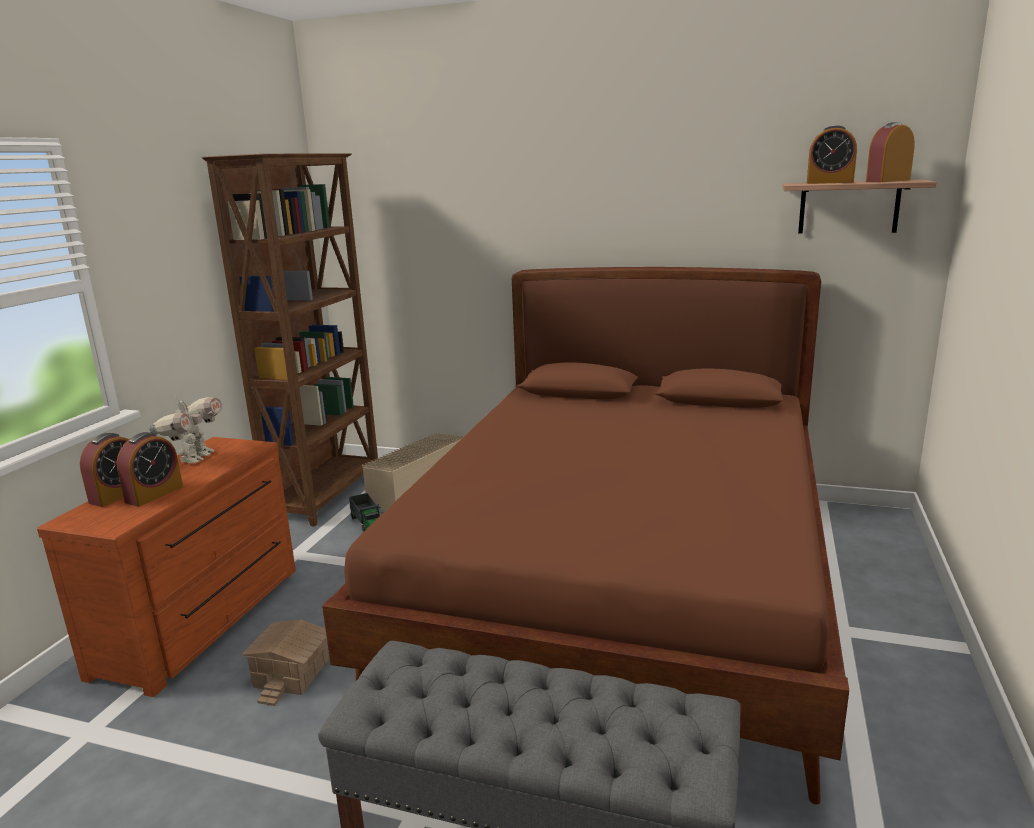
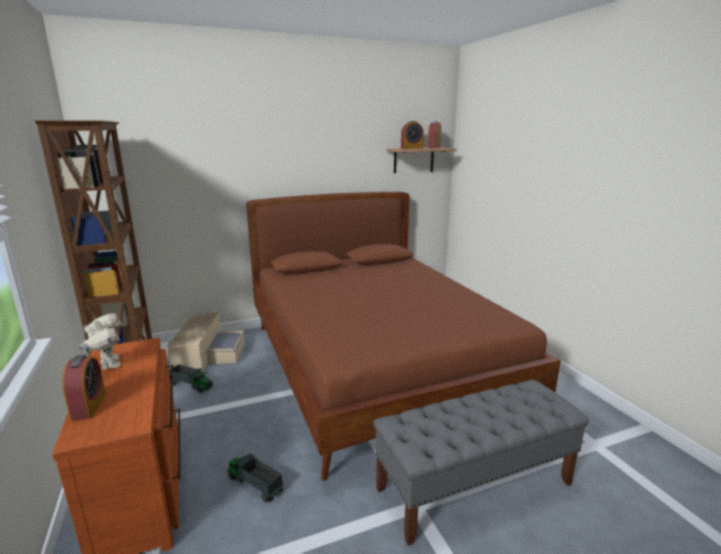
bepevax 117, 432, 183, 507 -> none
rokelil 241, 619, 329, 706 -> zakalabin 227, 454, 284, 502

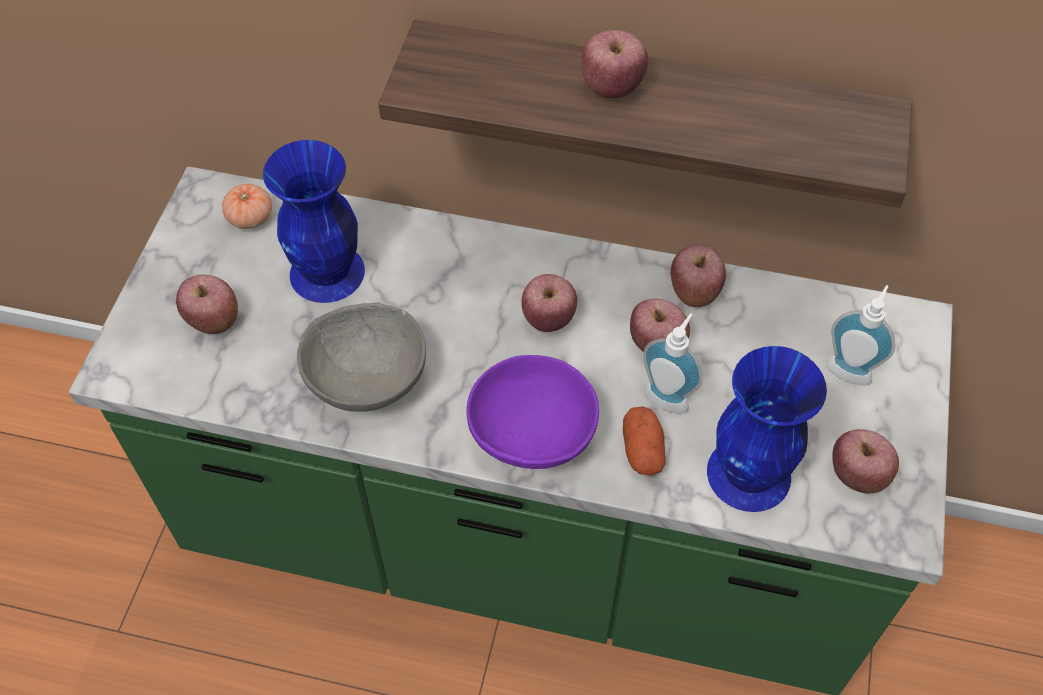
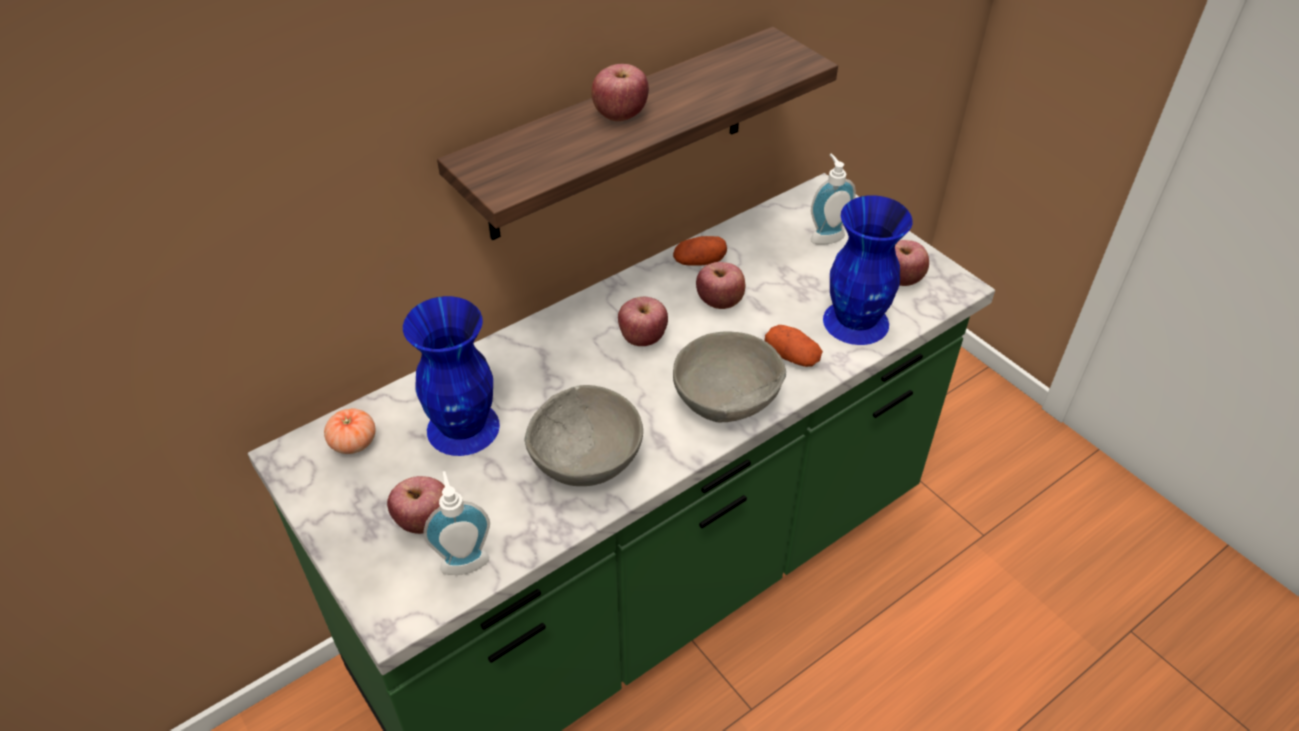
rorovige 643, 313, 702, 414 -> rorovige 423, 471, 490, 575, relocated
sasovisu 671, 244, 726, 307 -> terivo 673, 236, 727, 266
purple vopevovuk 466, 355, 599, 469 -> grey vopevovuk 673, 331, 786, 422

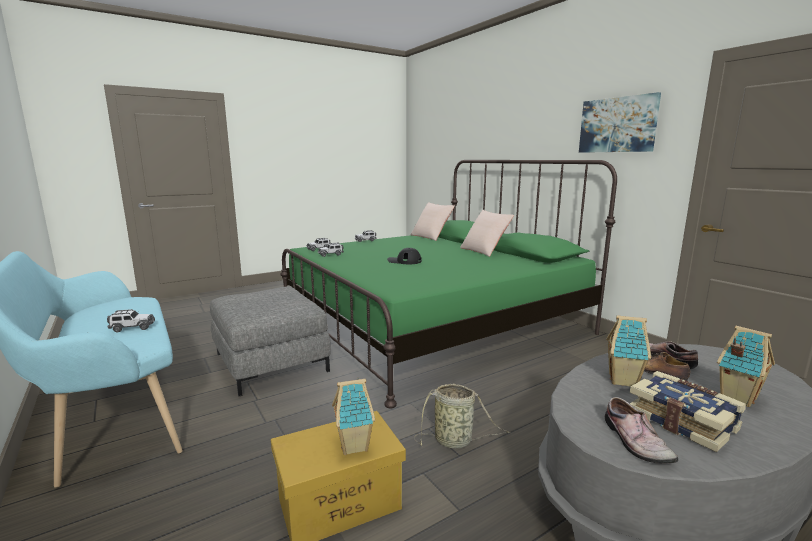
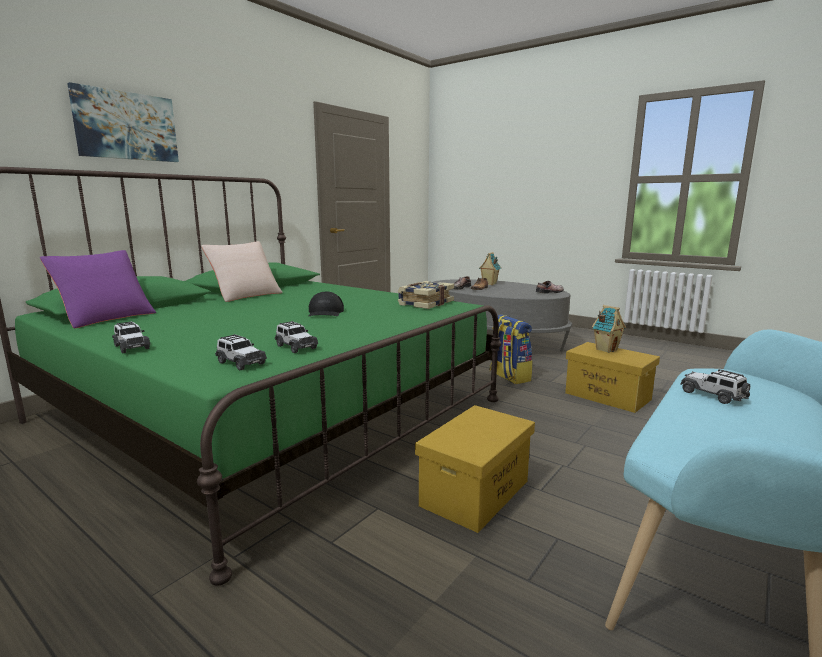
rokelil 606, 315, 651, 387 -> none
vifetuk 579, 92, 661, 153 -> vifetuk 67, 82, 179, 162, relocated
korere 630, 371, 745, 452 -> korere 398, 281, 454, 309, relocated
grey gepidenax 210, 287, 331, 396 -> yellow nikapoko 415, 405, 535, 533
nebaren 414, 384, 510, 449 -> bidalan 489, 314, 533, 384
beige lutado 411, 202, 455, 241 -> purple lutado 40, 250, 156, 328

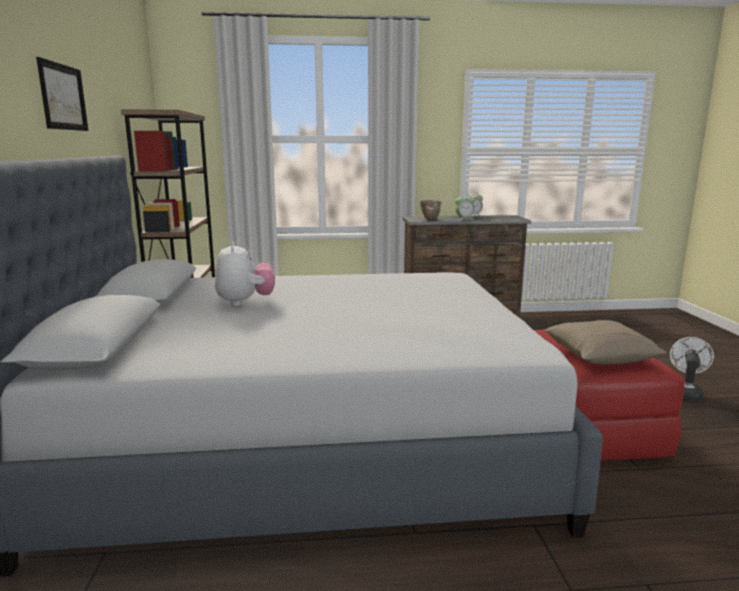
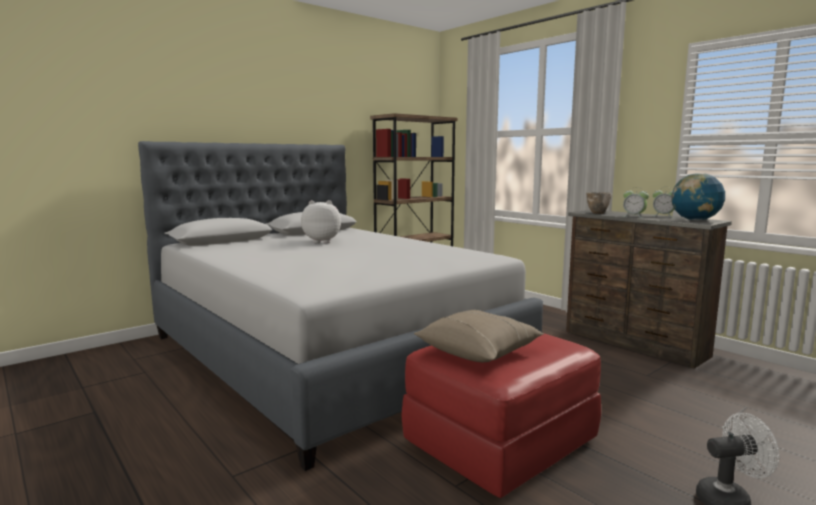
vifetuk 36, 57, 88, 131 -> none
none -> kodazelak 671, 173, 725, 221
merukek 215, 242, 275, 306 -> merukek 301, 200, 341, 243, 135 degrees counterclockwise

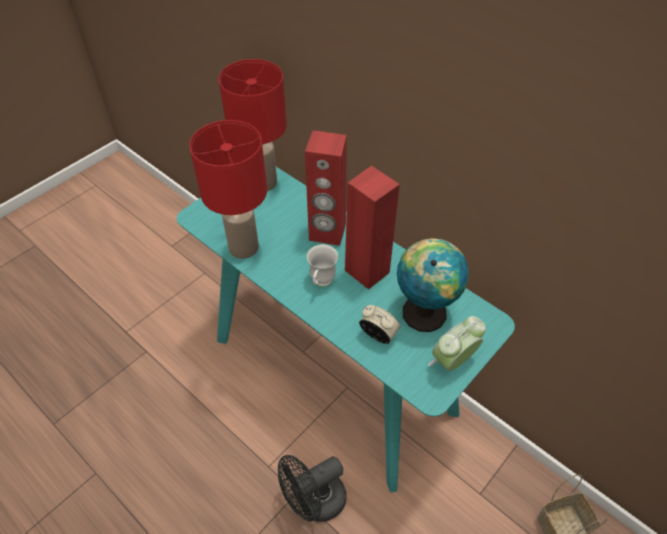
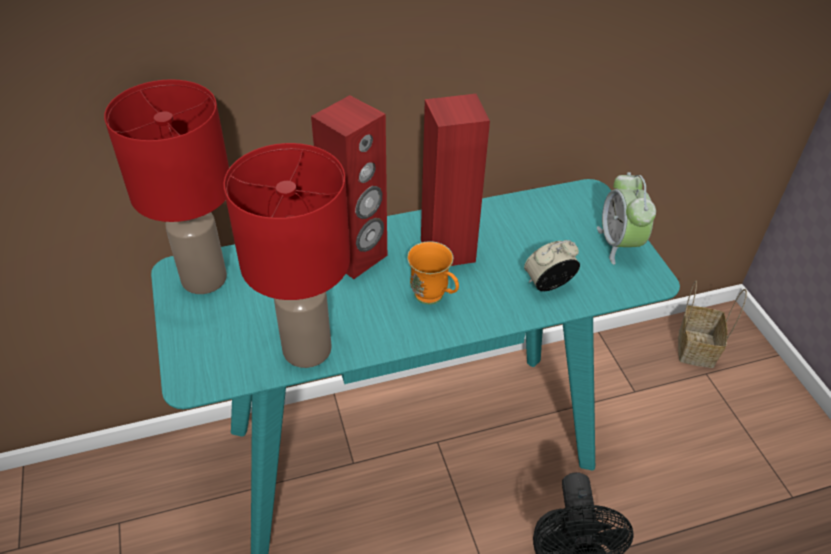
kodazelak 397, 238, 469, 332 -> none
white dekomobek 307, 244, 338, 287 -> orange dekomobek 407, 241, 459, 305

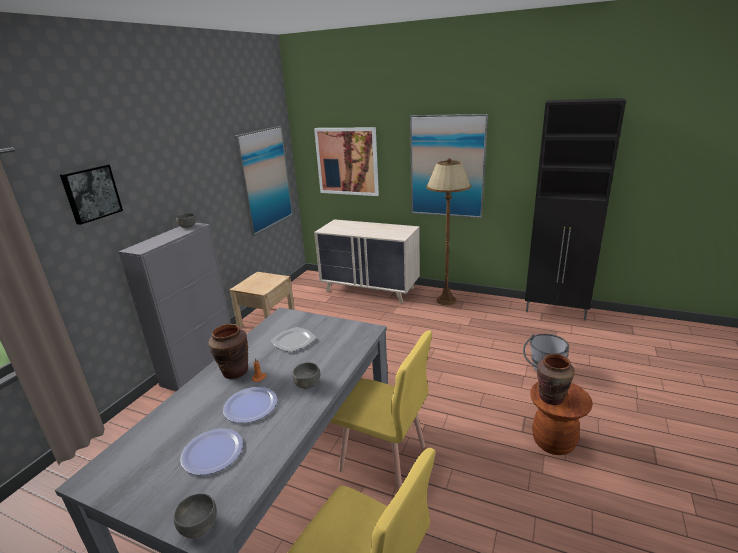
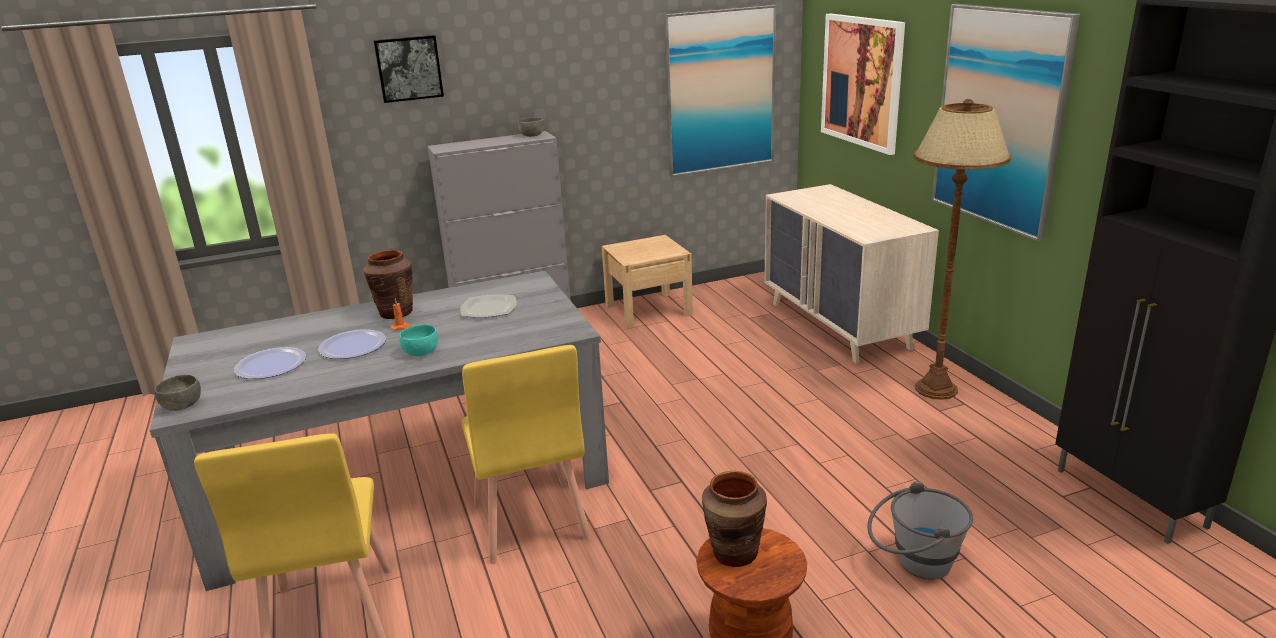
grey vopevovuk 292, 363, 320, 389 -> turquoise vopevovuk 399, 324, 438, 356

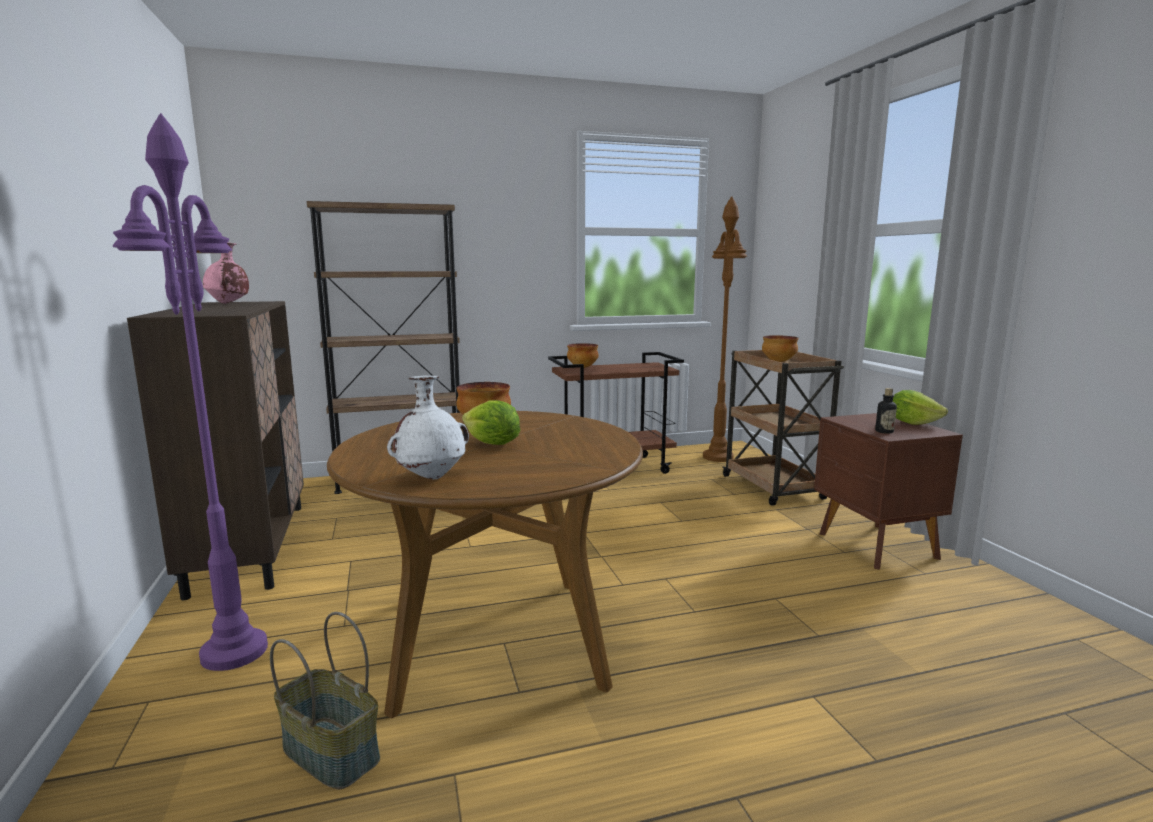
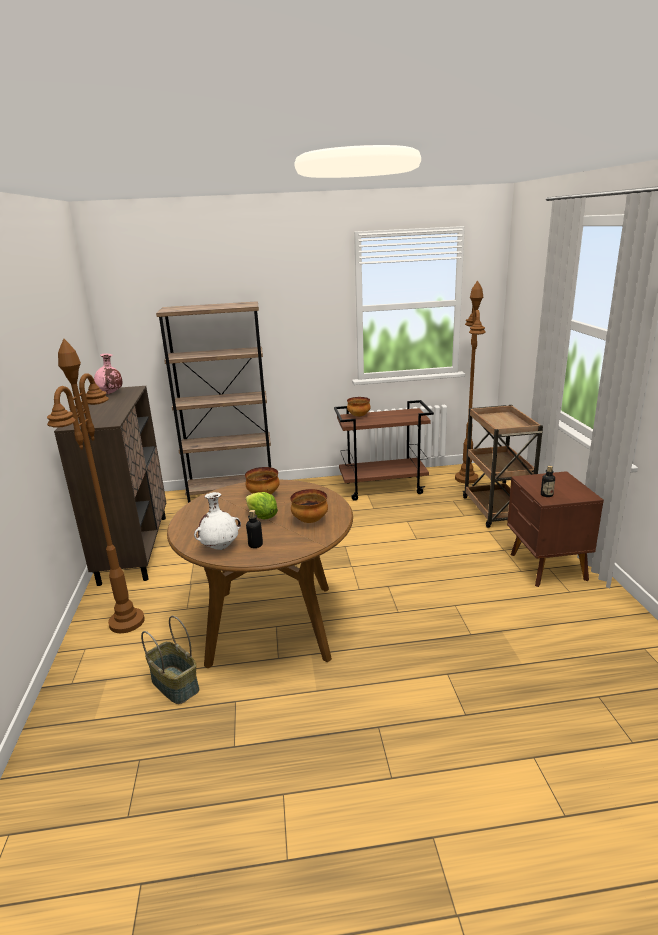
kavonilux 893, 390, 948, 425 -> none
none -> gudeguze 246, 510, 263, 548
vopevovuk 762, 335, 798, 362 -> vopevovuk 290, 489, 328, 523, relocated
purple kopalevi 113, 113, 268, 671 -> brown kopalevi 47, 339, 145, 633

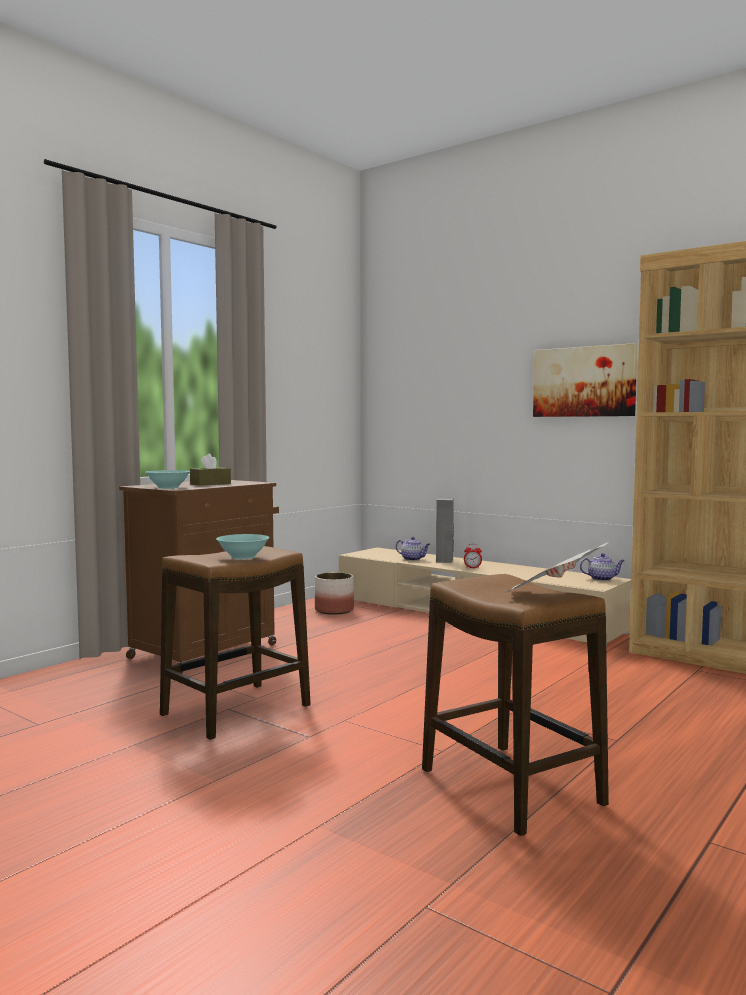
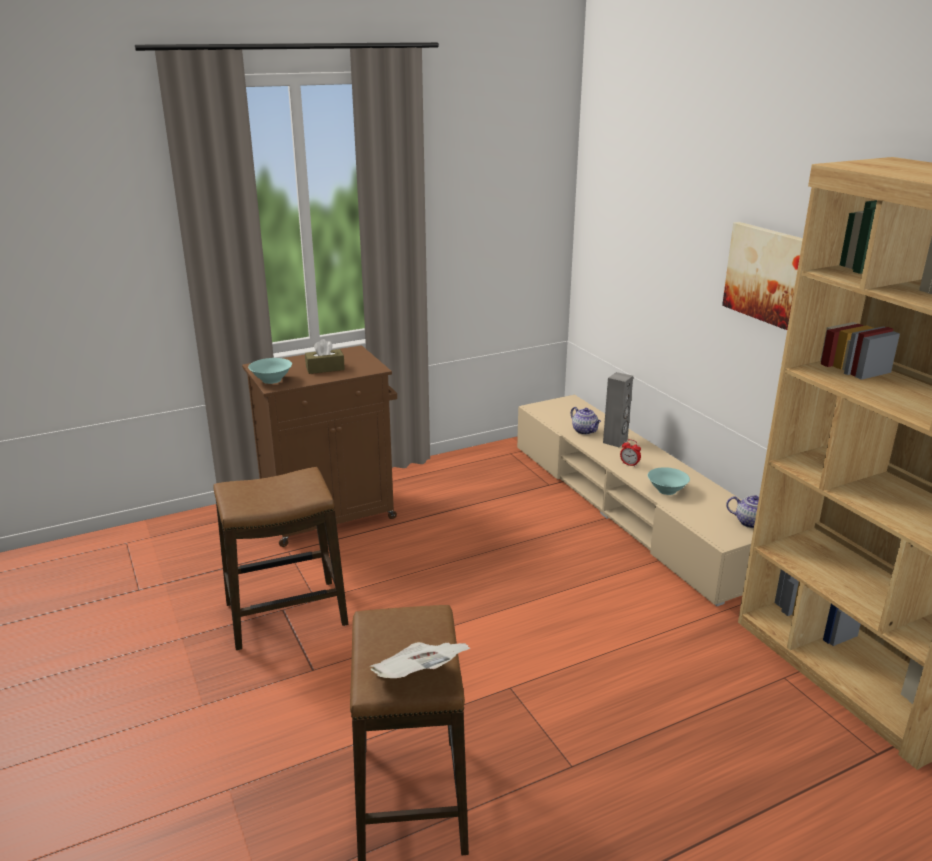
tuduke 315, 572, 354, 615 -> none
turquoise vopevovuk 216, 534, 270, 559 -> turquoise vopevovuk 648, 467, 690, 495, relocated

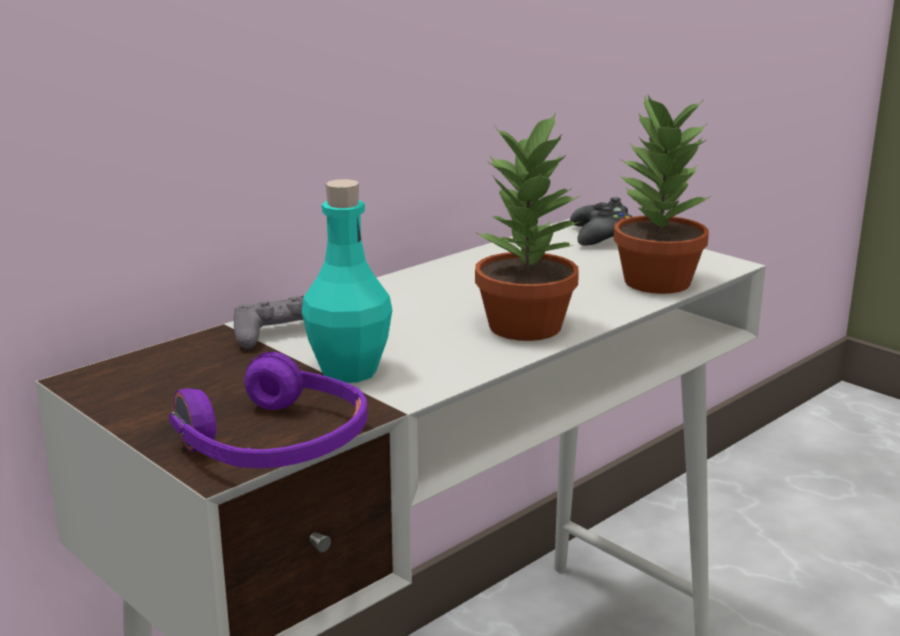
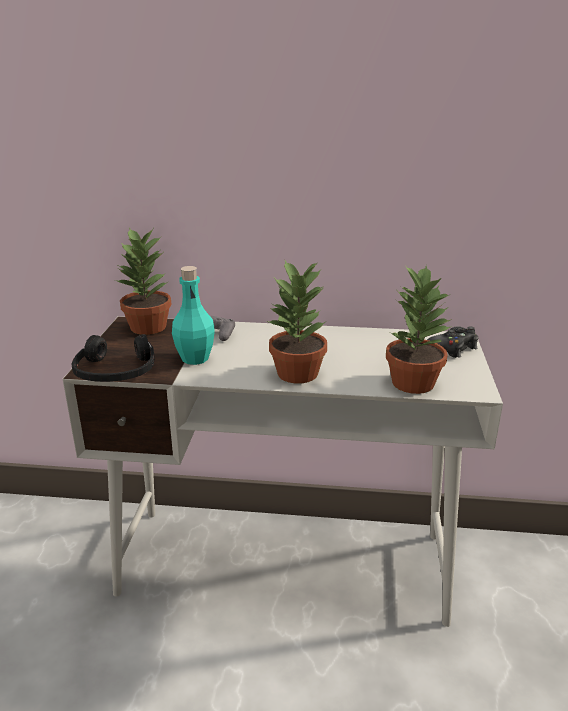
none -> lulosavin 115, 227, 172, 335
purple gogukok 169, 352, 367, 468 -> black gogukok 72, 334, 155, 382

